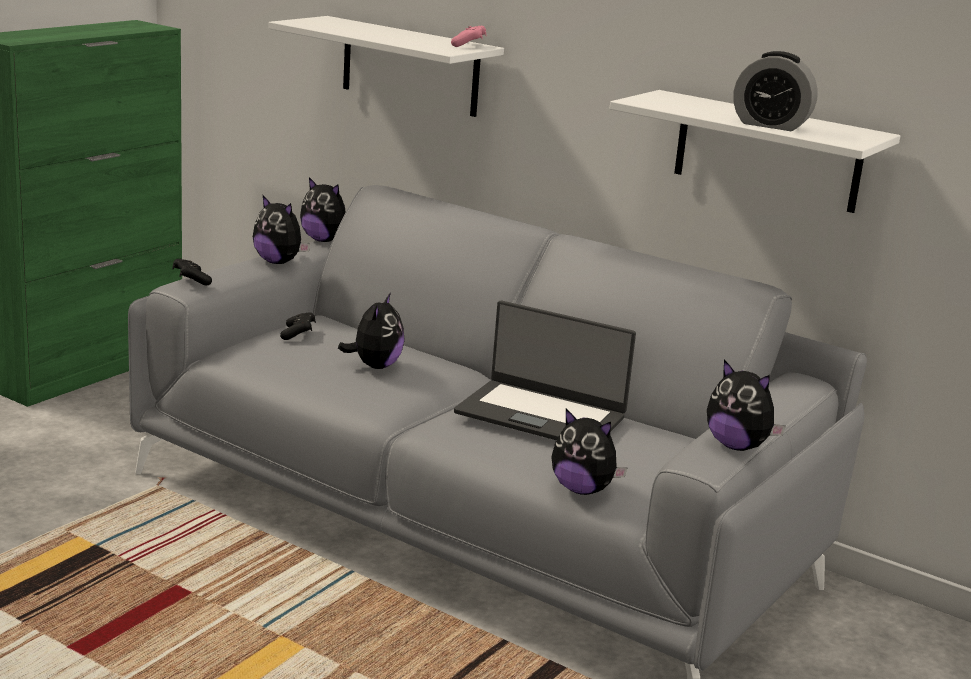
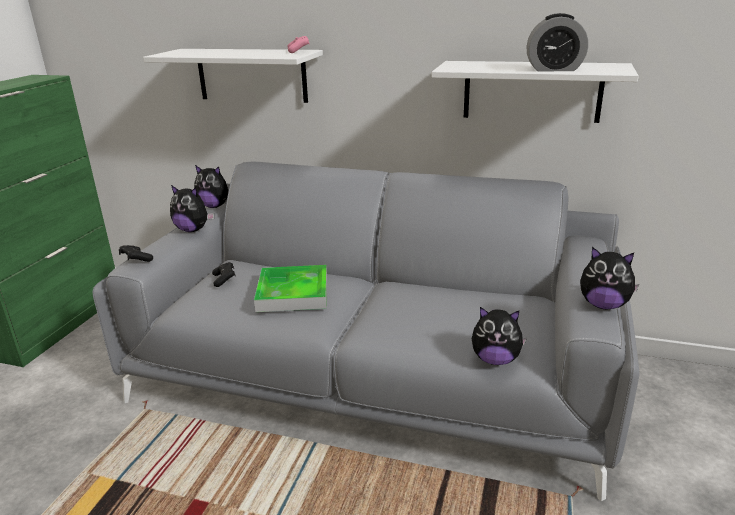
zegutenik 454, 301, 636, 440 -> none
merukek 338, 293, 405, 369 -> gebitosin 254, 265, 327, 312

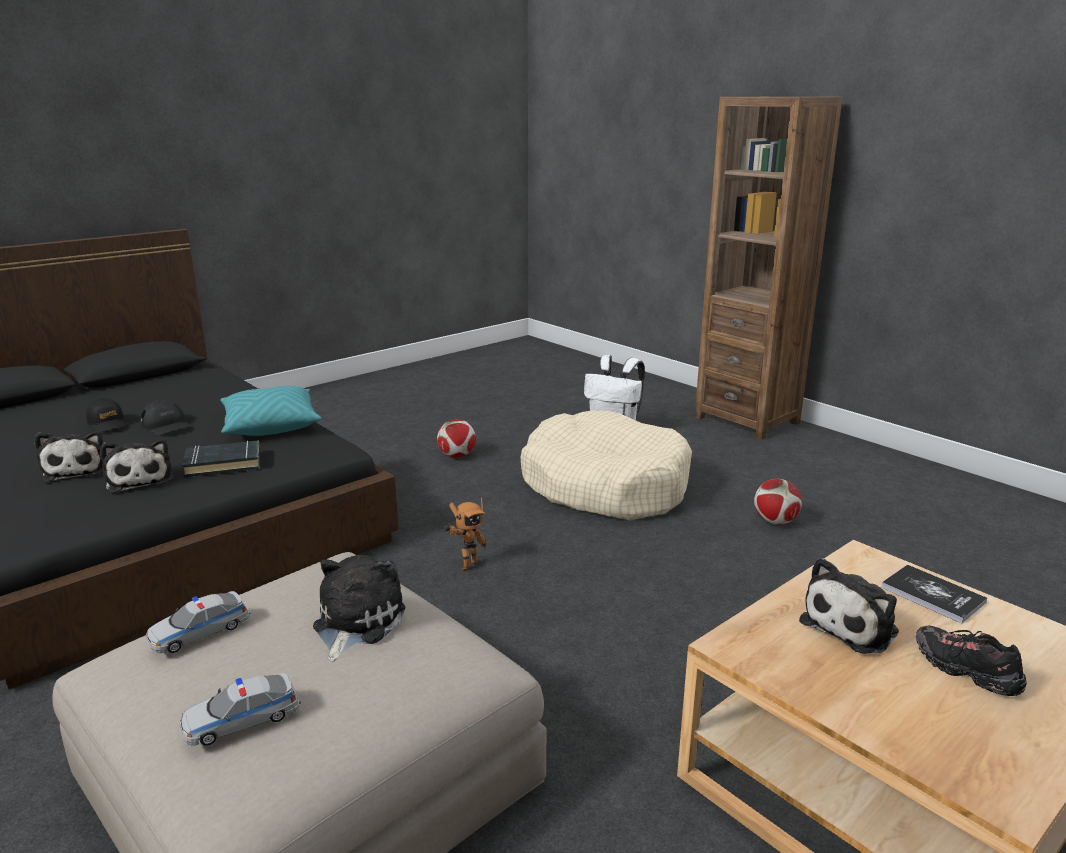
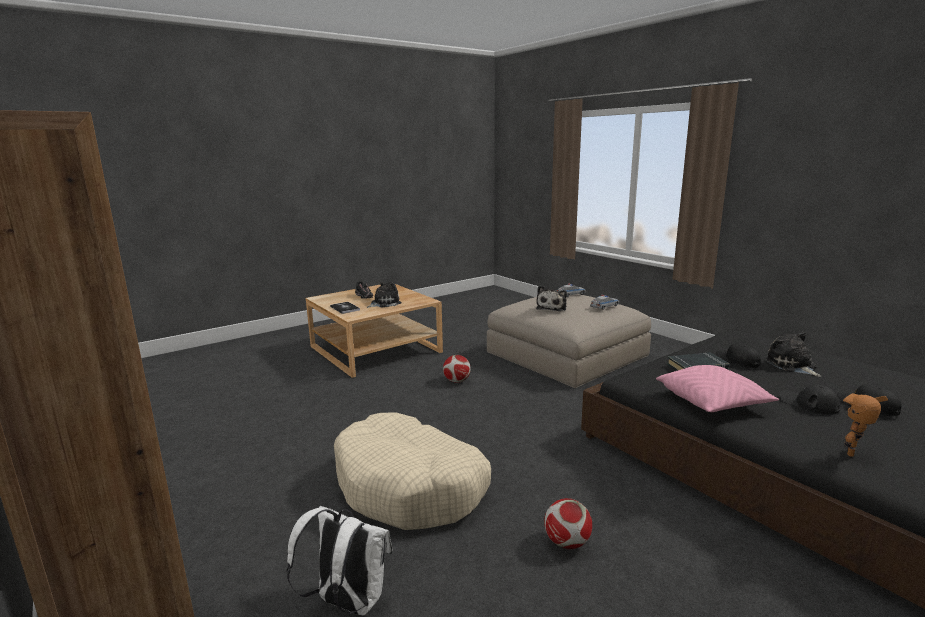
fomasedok 444, 497, 486, 572 -> fomasedok 843, 393, 888, 457, relocated
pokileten 754, 479, 802, 524 -> pokileten 443, 355, 471, 383, relocated
merukek 100, 439, 173, 493 -> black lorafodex 716, 343, 761, 368
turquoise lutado 220, 386, 321, 436 -> pink lutado 656, 365, 779, 412

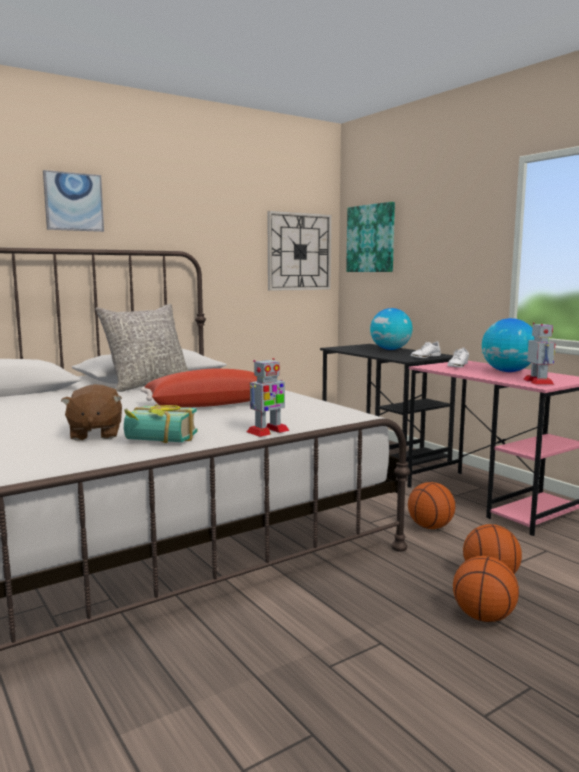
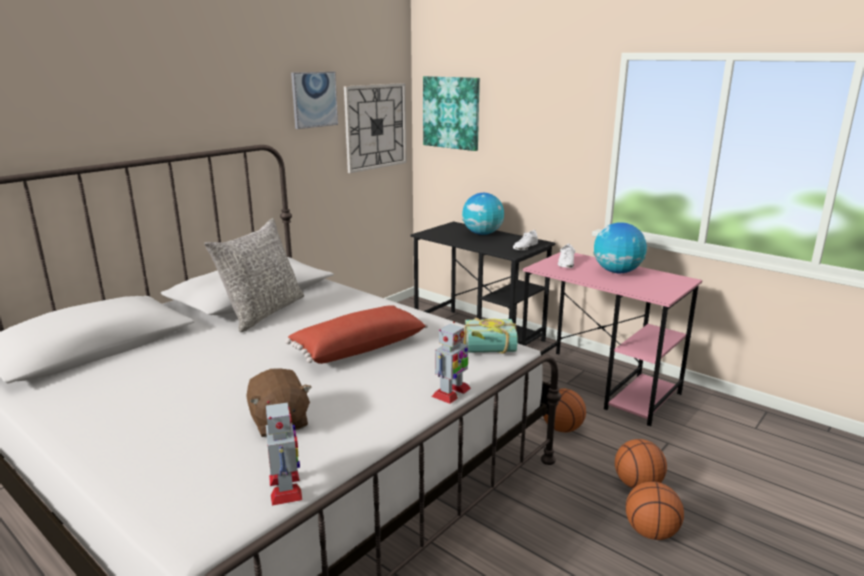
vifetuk 43, 170, 104, 232 -> vifetuk 291, 72, 338, 129, relocated
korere 124, 404, 197, 443 -> korere 463, 318, 518, 354, relocated
fomasedok 524, 322, 555, 385 -> fomasedok 266, 401, 302, 506, relocated

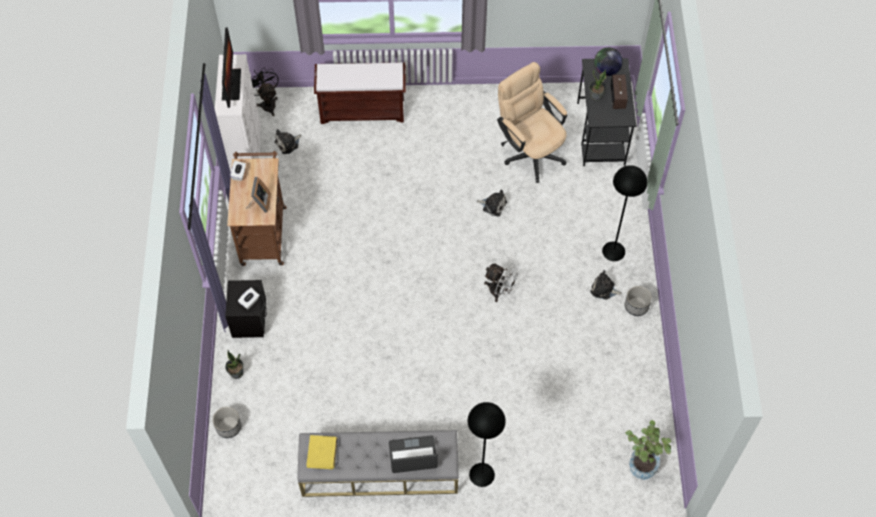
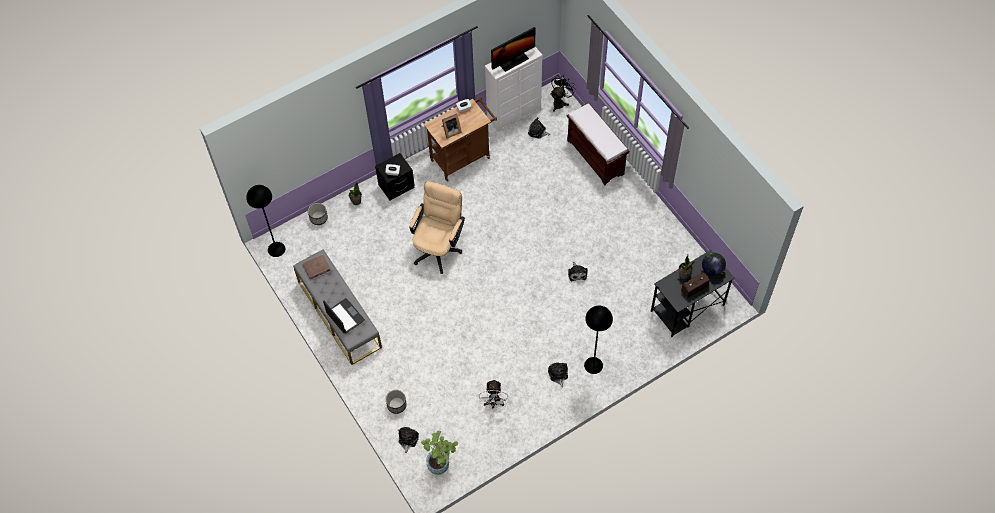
none -> merukek 398, 427, 419, 453
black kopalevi 468, 402, 506, 487 -> black kopalevi 246, 185, 285, 257, relocated
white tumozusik 484, 263, 522, 302 -> white tumozusik 479, 379, 508, 409, relocated
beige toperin 497, 62, 567, 183 -> beige toperin 409, 181, 465, 274, relocated
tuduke 625, 286, 652, 316 -> tuduke 386, 390, 407, 414, relocated
yellow korere 306, 435, 338, 469 -> brown korere 302, 254, 331, 279

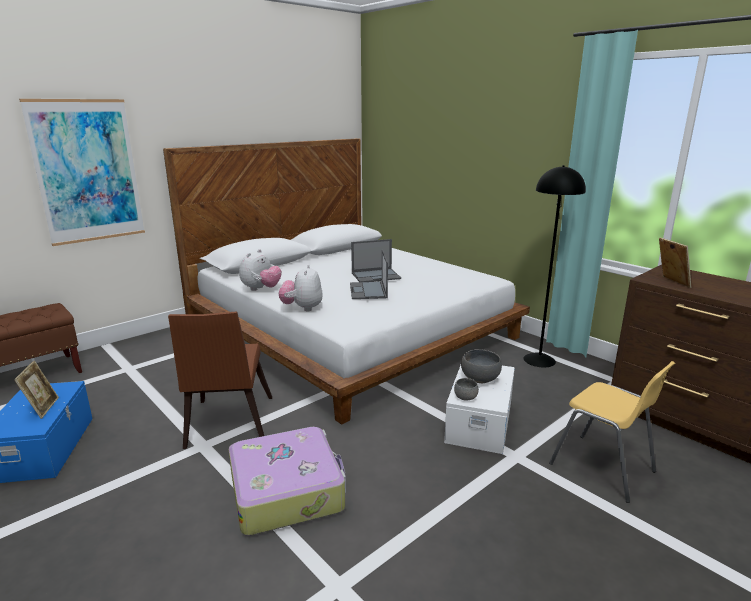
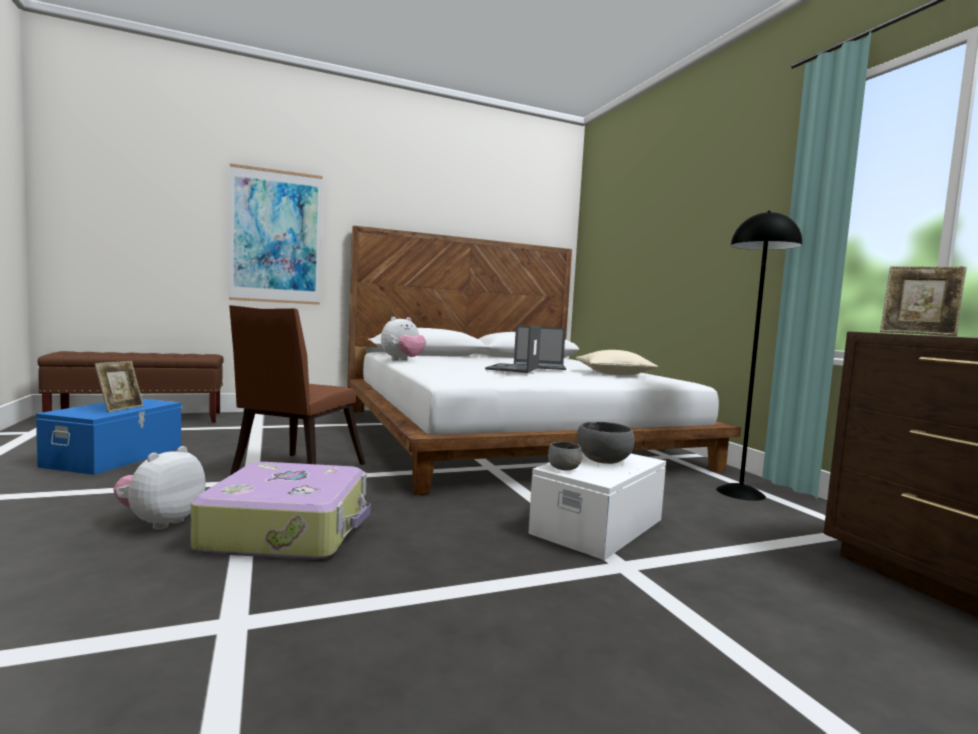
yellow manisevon 549, 361, 675, 503 -> none
none -> beige lutado 576, 350, 658, 375
merukek 279, 265, 323, 312 -> merukek 113, 446, 206, 530, relocated
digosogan 659, 238, 691, 288 -> digosogan 880, 266, 967, 336, 120 degrees clockwise

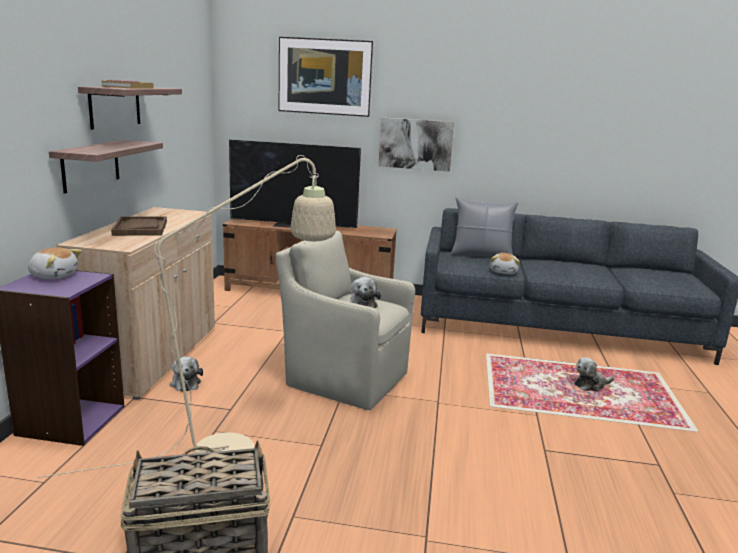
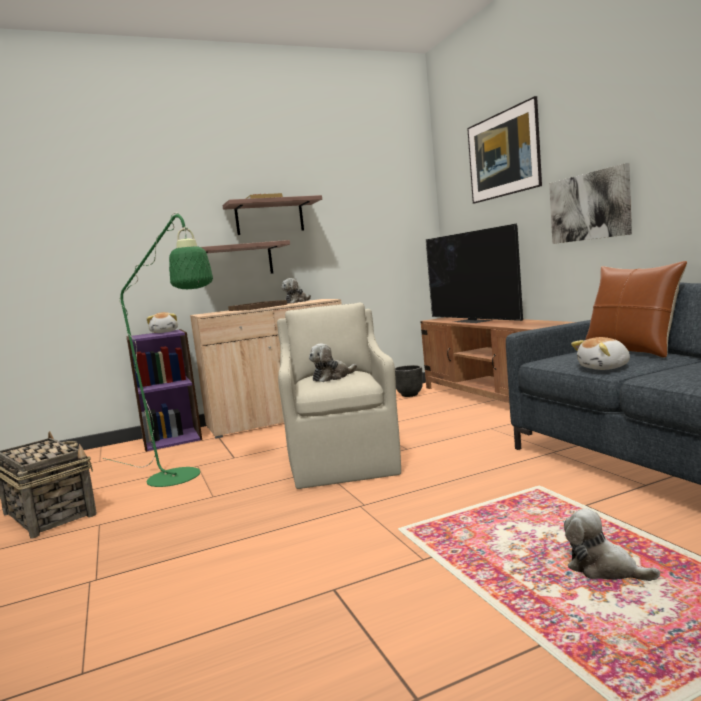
none -> black tuduke 395, 365, 423, 397
merukek 170, 356, 203, 392 -> merukek 282, 278, 311, 304, relocated
beige kopalevi 37, 155, 336, 478 -> green kopalevi 103, 212, 213, 487
grey lutado 451, 197, 518, 257 -> brown lutado 585, 261, 687, 358

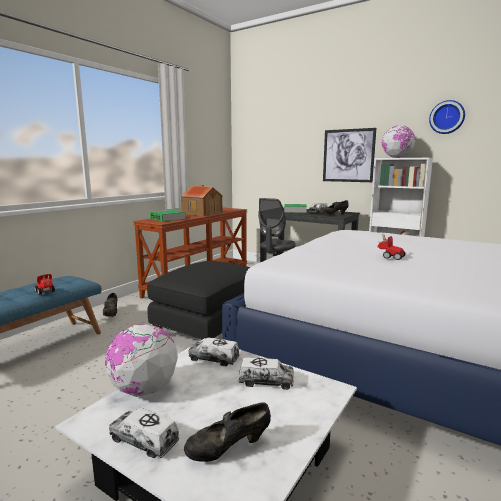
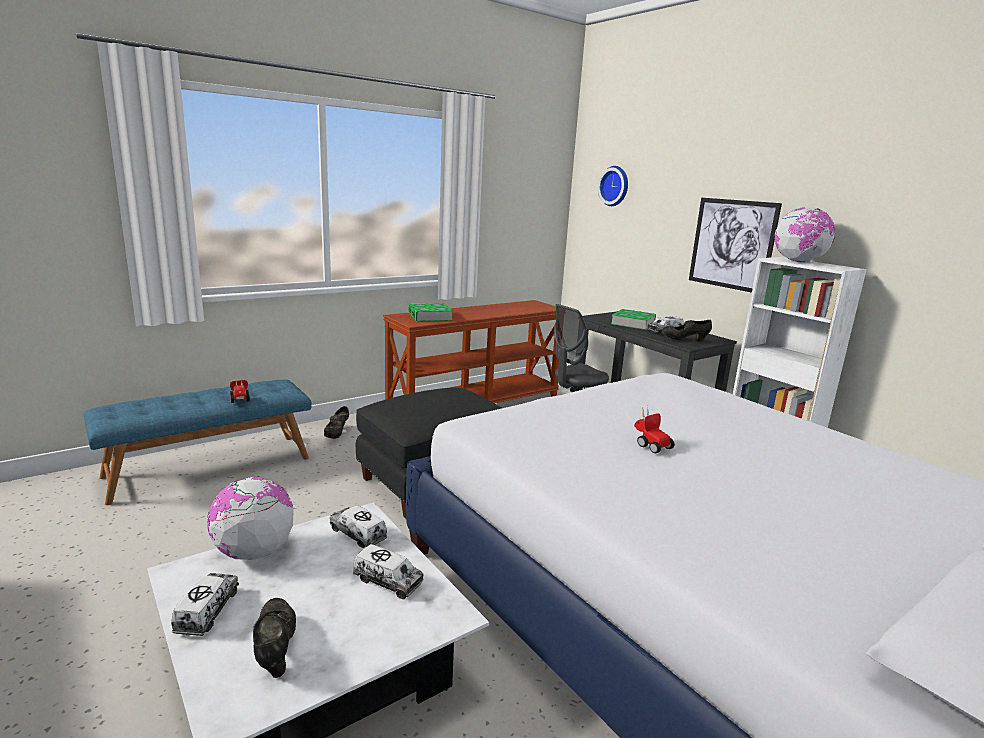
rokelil 181, 185, 223, 216 -> none
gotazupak 429, 100, 465, 134 -> gotazupak 598, 166, 628, 206, relocated
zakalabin 109, 408, 180, 458 -> zakalabin 171, 573, 239, 636, 45 degrees clockwise
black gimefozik 184, 402, 271, 462 -> black gimefozik 253, 598, 296, 678, 75 degrees clockwise

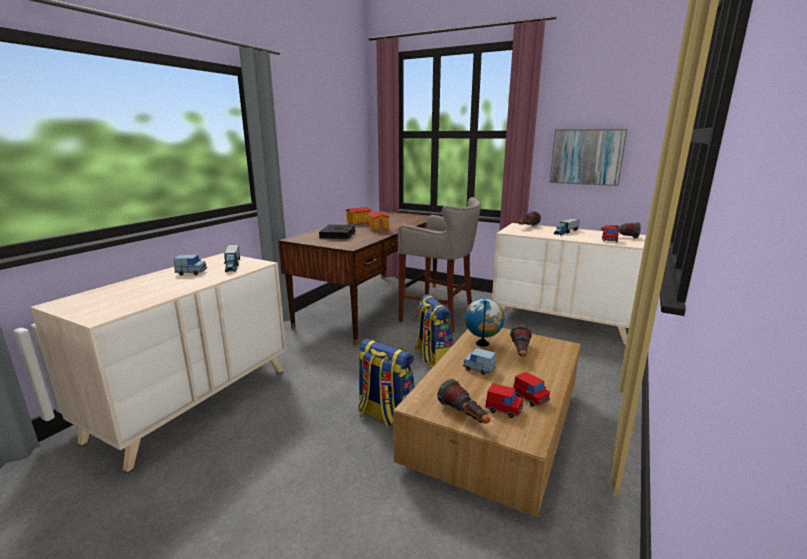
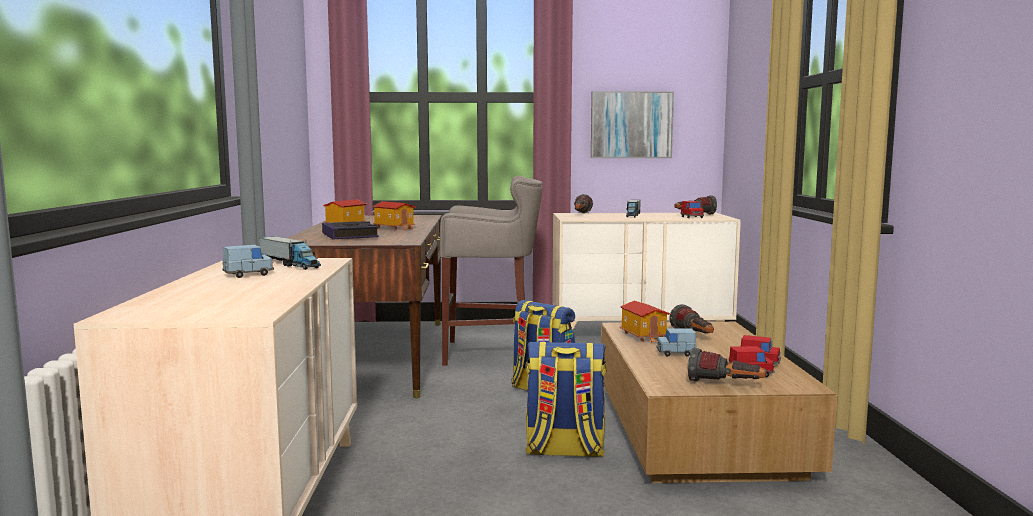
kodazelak 464, 298, 504, 347 -> rokelil 619, 301, 670, 343

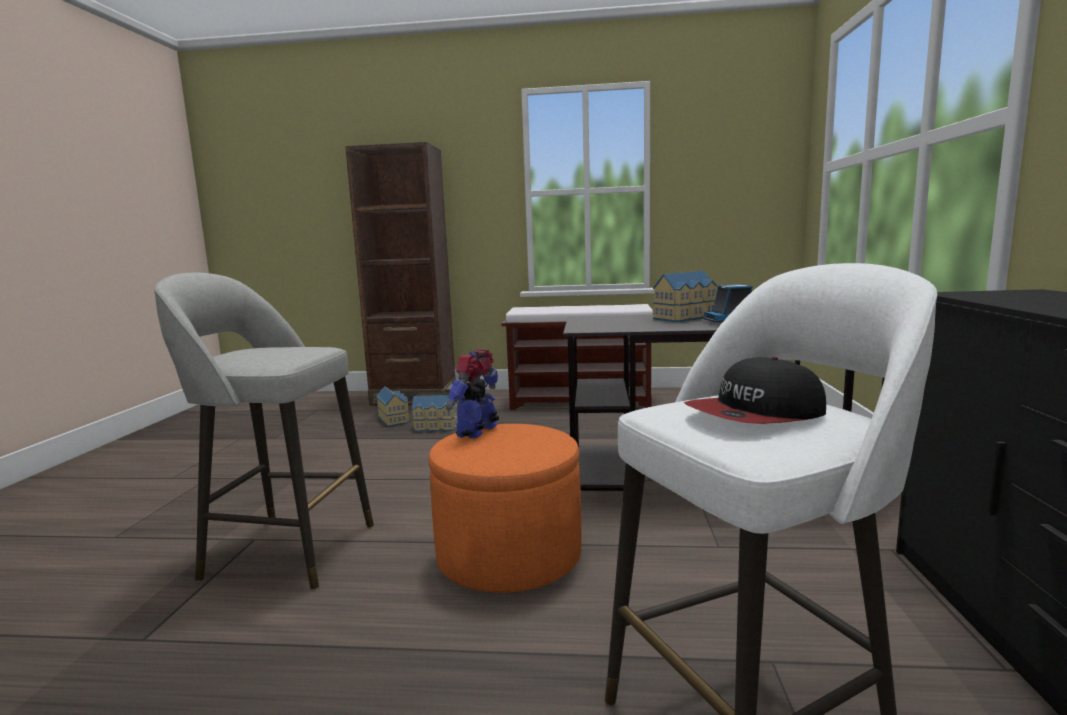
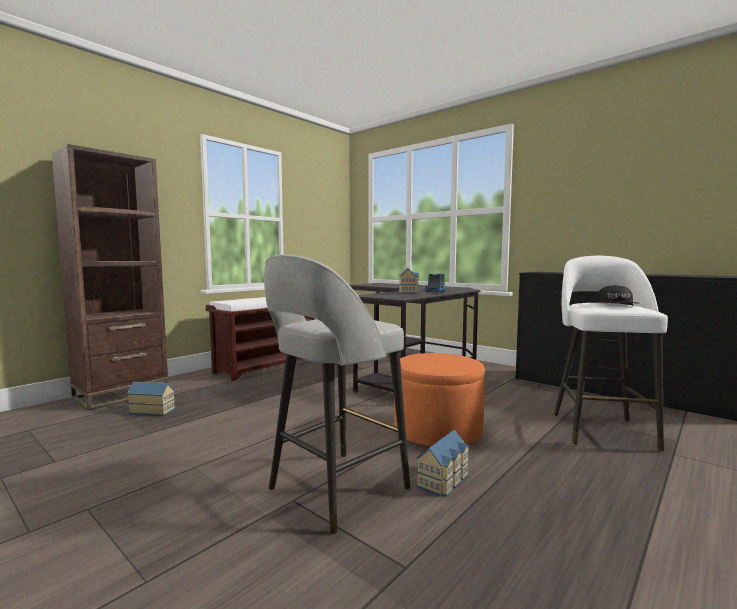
fomasedok 446, 350, 499, 438 -> none
rokelil 412, 395, 458, 432 -> rokelil 416, 429, 470, 497, relocated

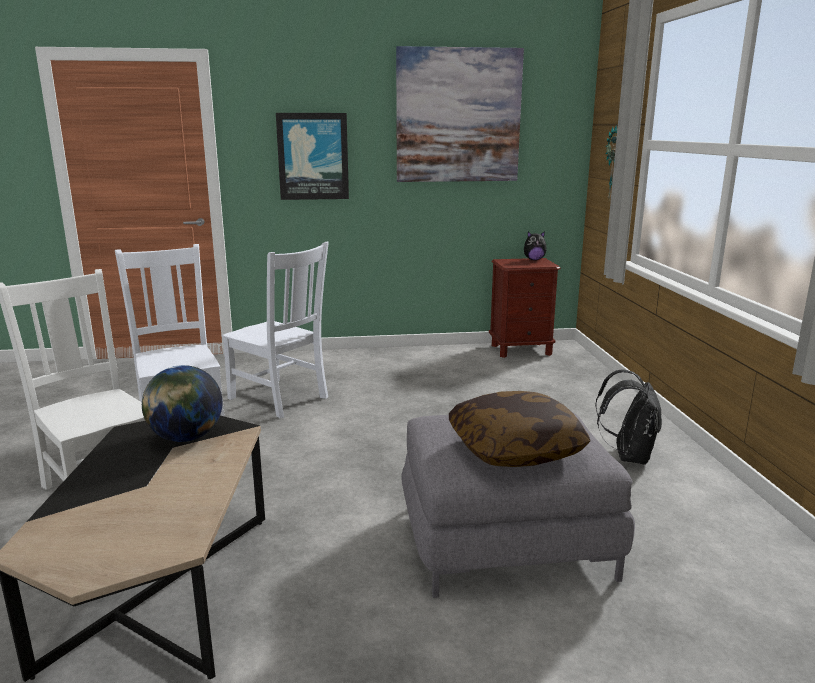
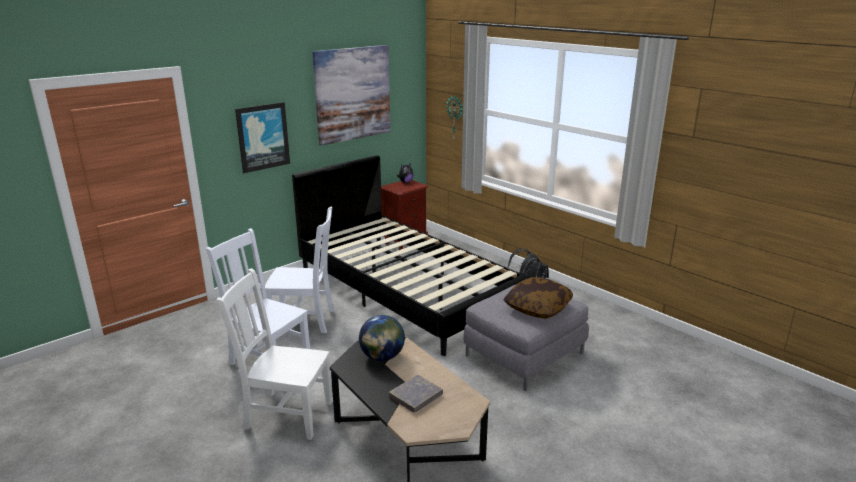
none -> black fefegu 292, 155, 529, 356
none -> grey korere 389, 375, 443, 413

